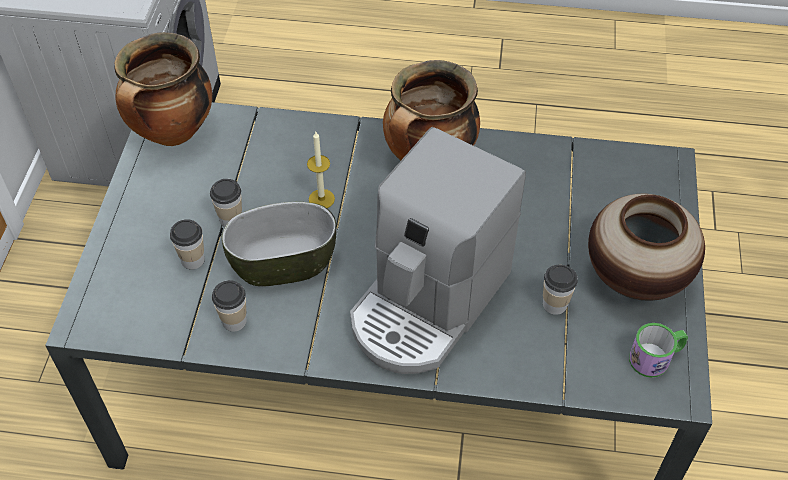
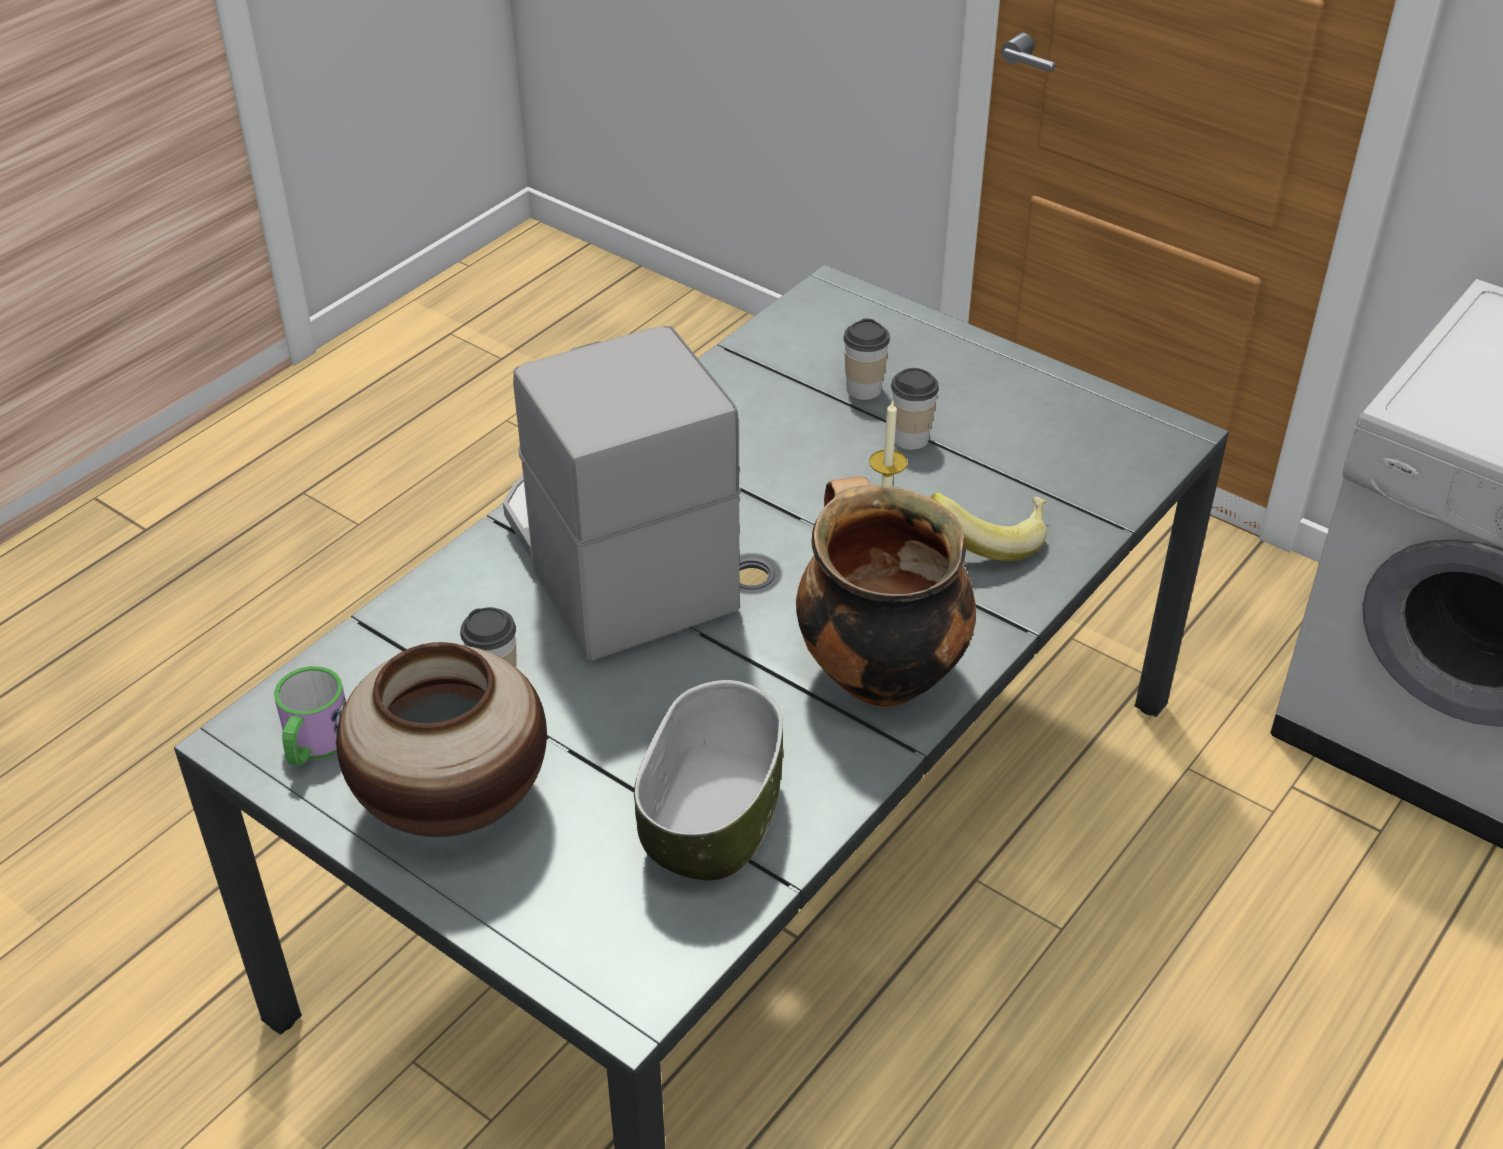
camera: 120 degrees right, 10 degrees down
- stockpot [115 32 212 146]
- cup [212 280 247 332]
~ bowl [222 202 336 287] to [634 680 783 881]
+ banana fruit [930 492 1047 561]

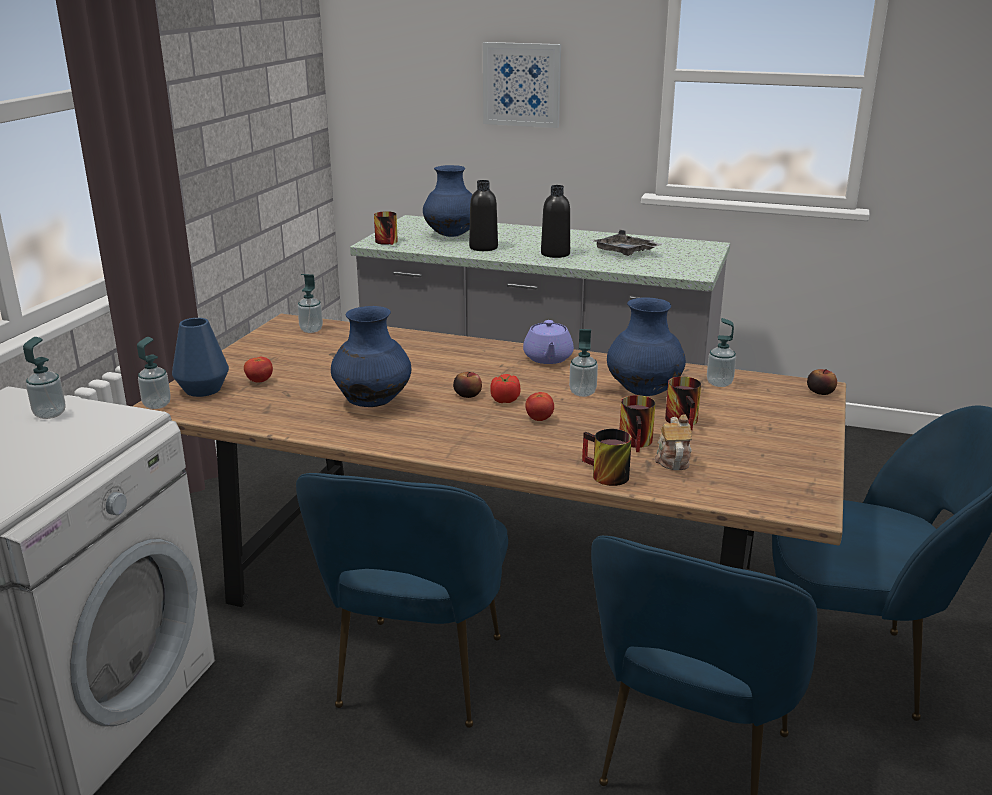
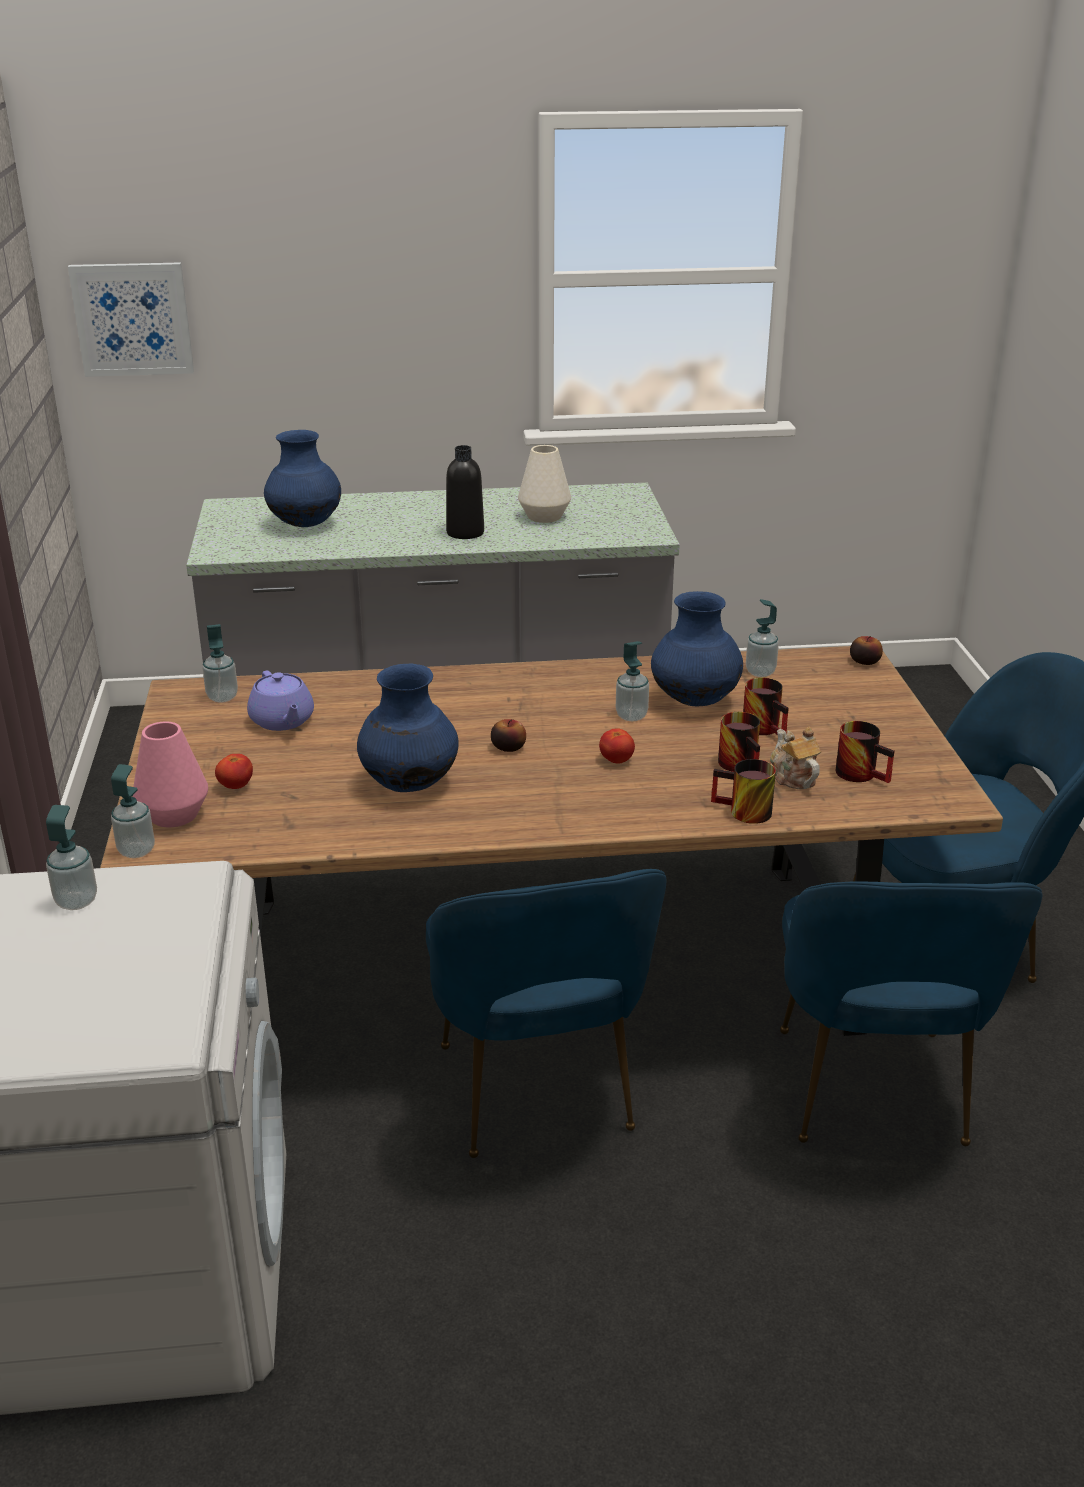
camera: 25 degrees left, 5 degrees up
~ blue-coloured decorative vase [172 318 229 397] to pinkish decorative vase [132 721 208 827]
~ mug [374 211 398 245] to [836 721 895 783]
- black-coloured bottle [469 180 498 251]
~ wall art [483 42 561 128] to [68 262 194 377]
- tomato [490 374 521 403]
~ purplish tea pot [523 320 574 364] to [247 671 314 731]
~ greyish serving tray [594 230 662 256] to white decorative vase [518 445 571 523]

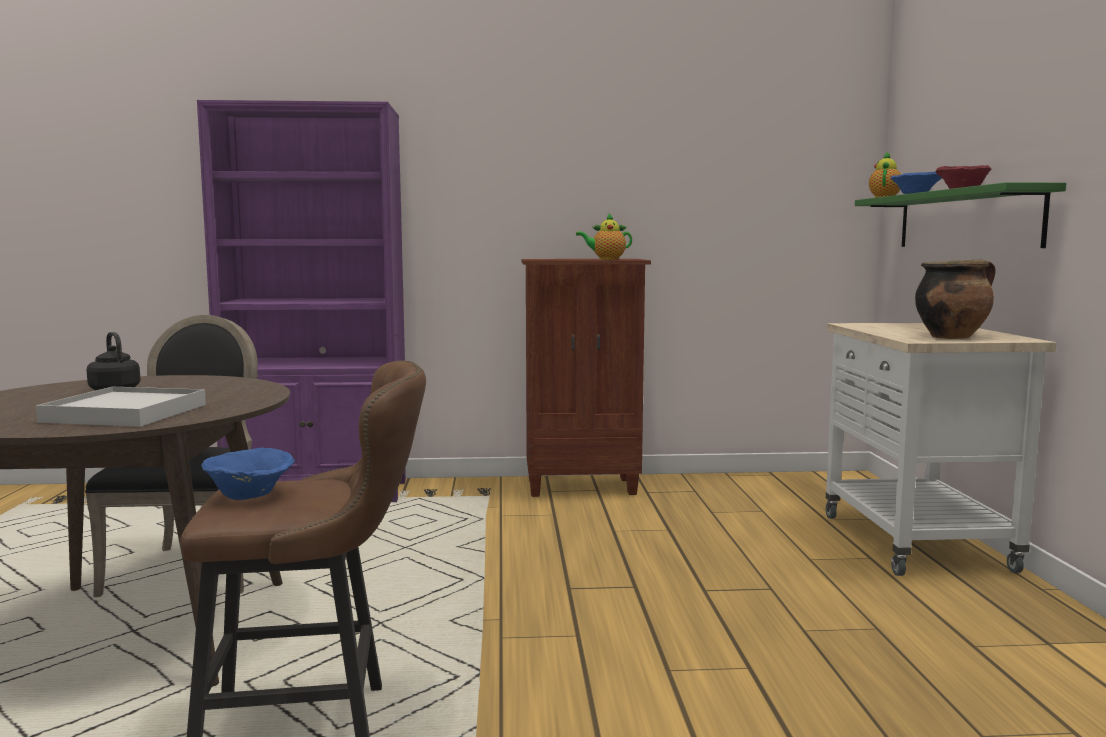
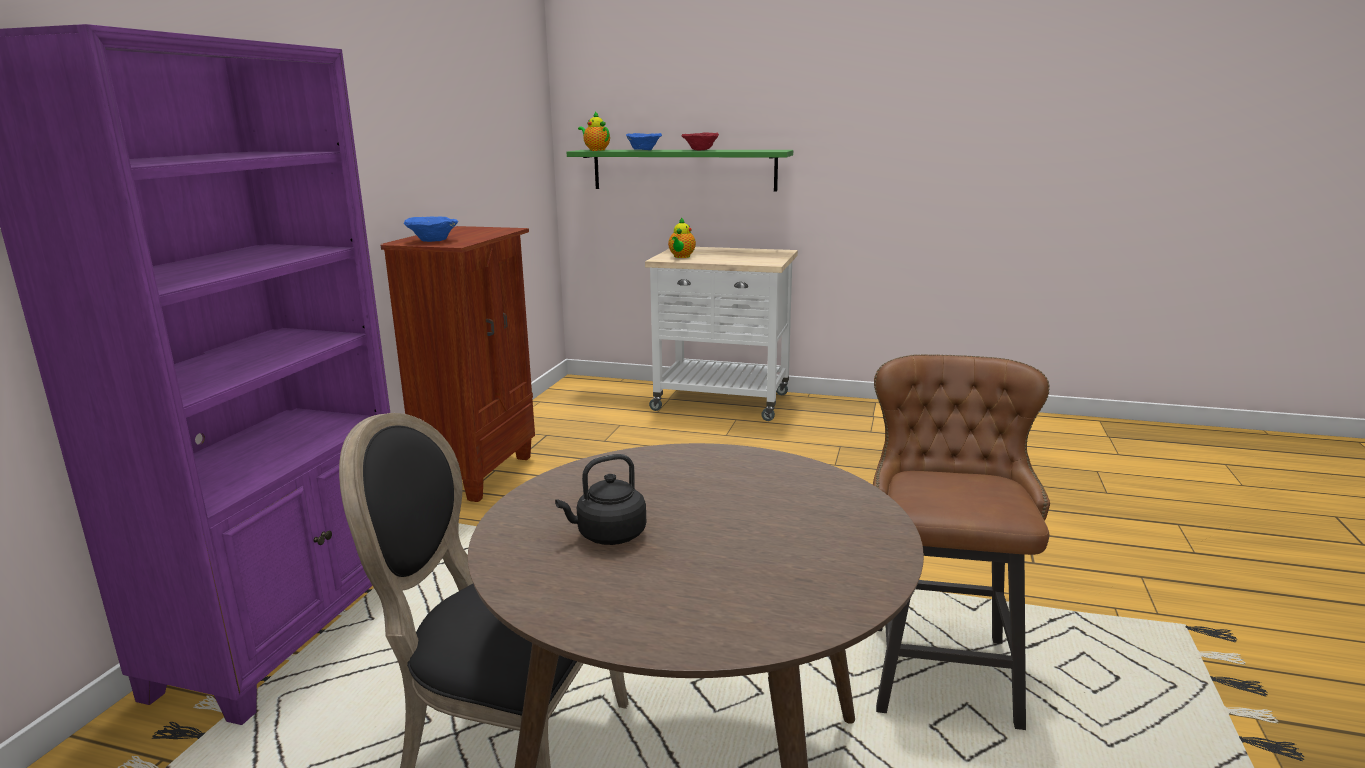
camera: 70 degrees left, 10 degrees up
- white serving tray [36 387 206 427]
~ blue-coloured bowl [201 447 295 500] to [404 216 458 242]
~ tea pot [576 213 632 260] to [668 217 696 258]
- stockpot [915 259 996 339]

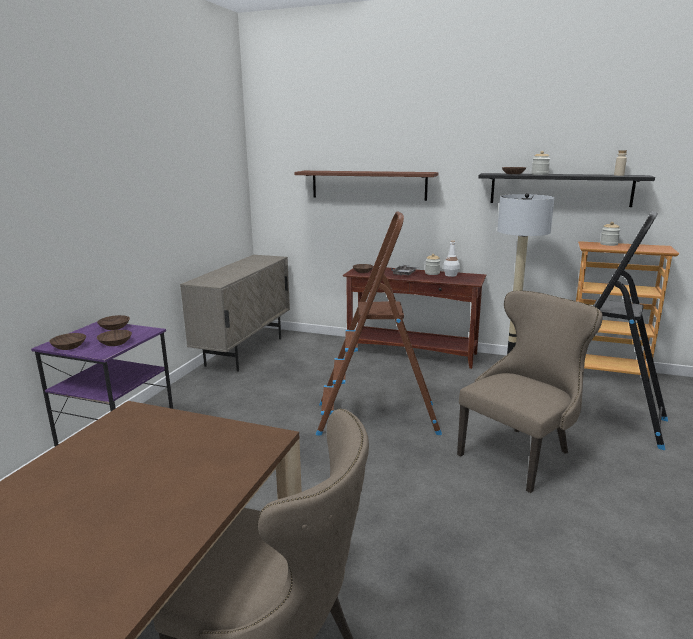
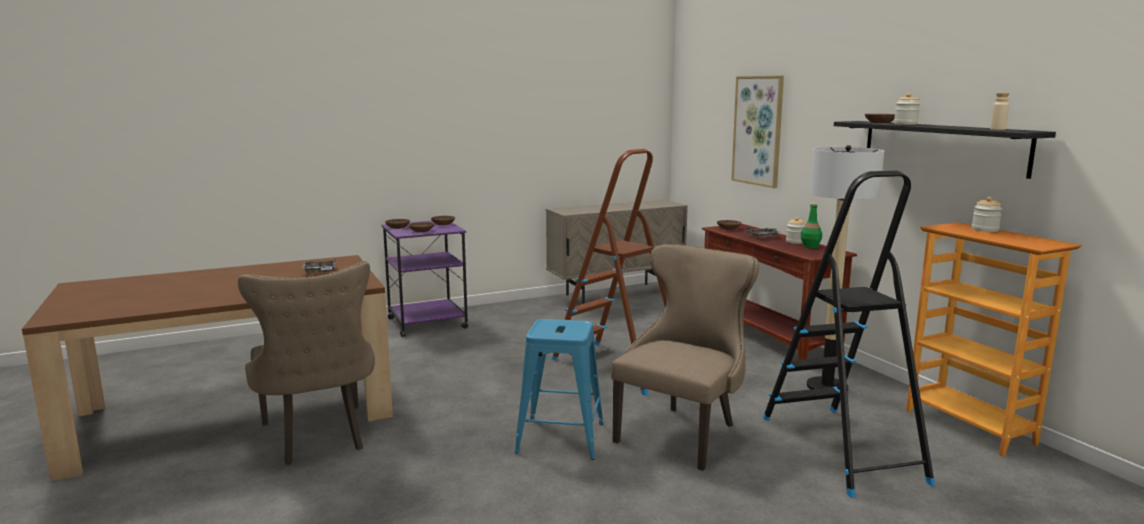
camera: 45 degrees right, 5 degrees down
~ brown-coloured bracket shelf [294 171 439 201] to wall art [731 76 784 188]
~ white bottle [443 240 460 277] to green bottle [801 203 822 248]
~ sand-coloured chair [457 290 603 493] = [611 244 759 471] 60 degrees counterclockwise
+ greyish serving tray [302 260 336 274]
+ blue-coloured stool seat [515 319 604 460]

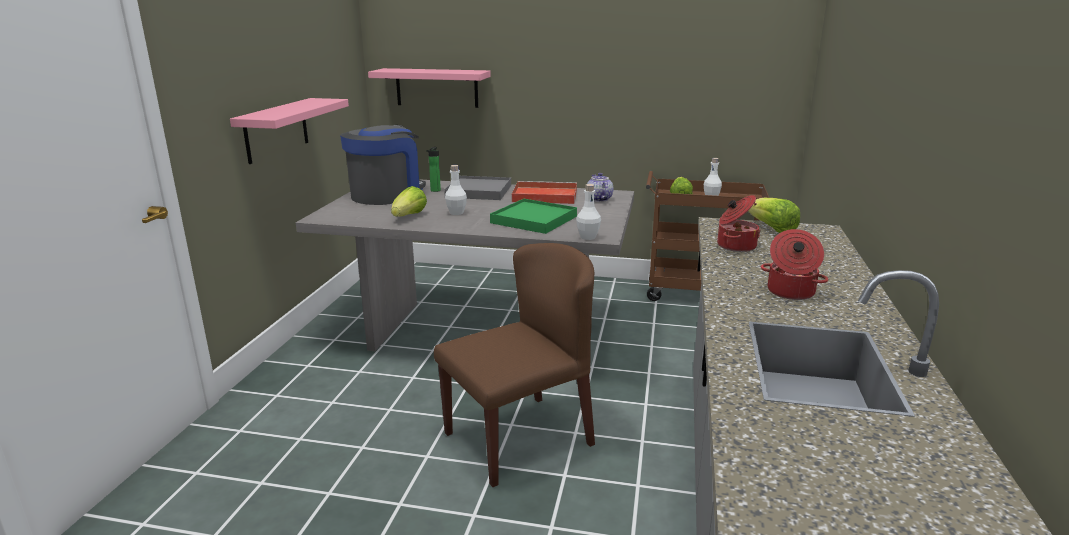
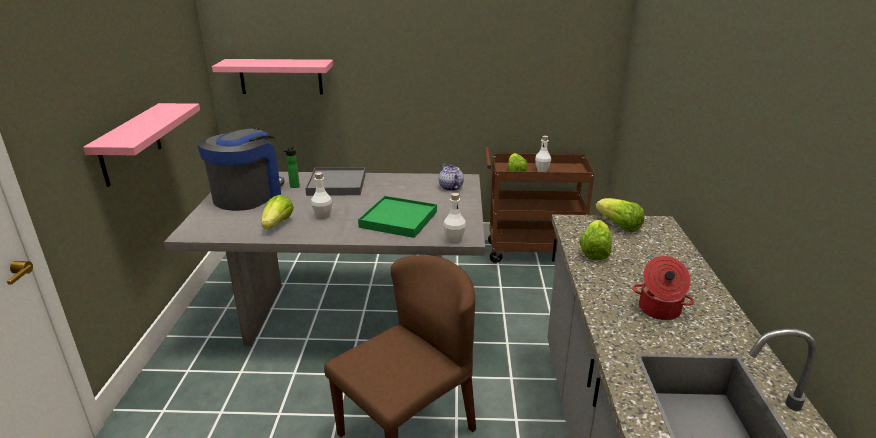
camera: 10 degrees left, 5 degrees up
- reddish serving tray [512 181 577 204]
~ stockpot [717 195 761 252] to head of lettuce [579 220 612 260]

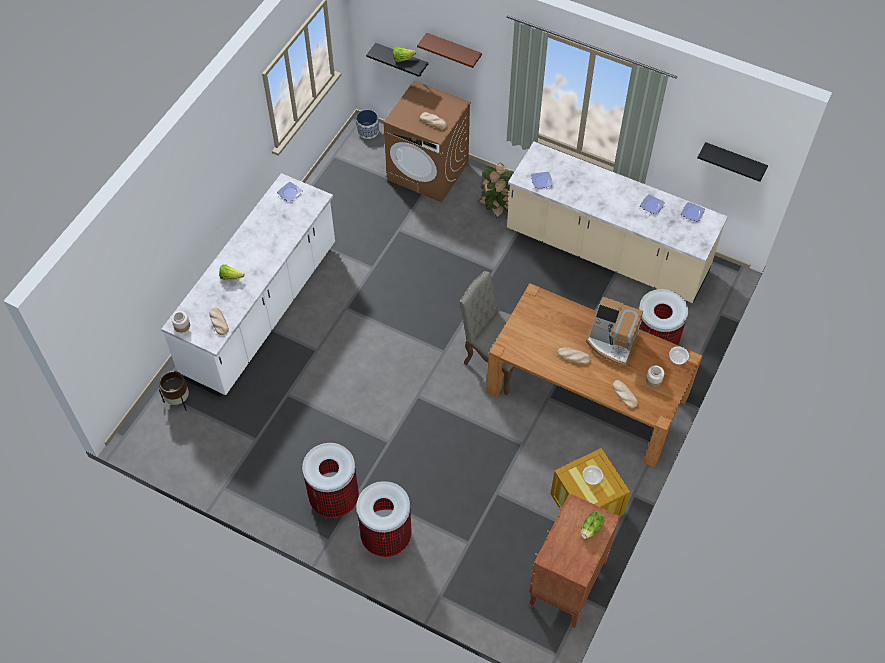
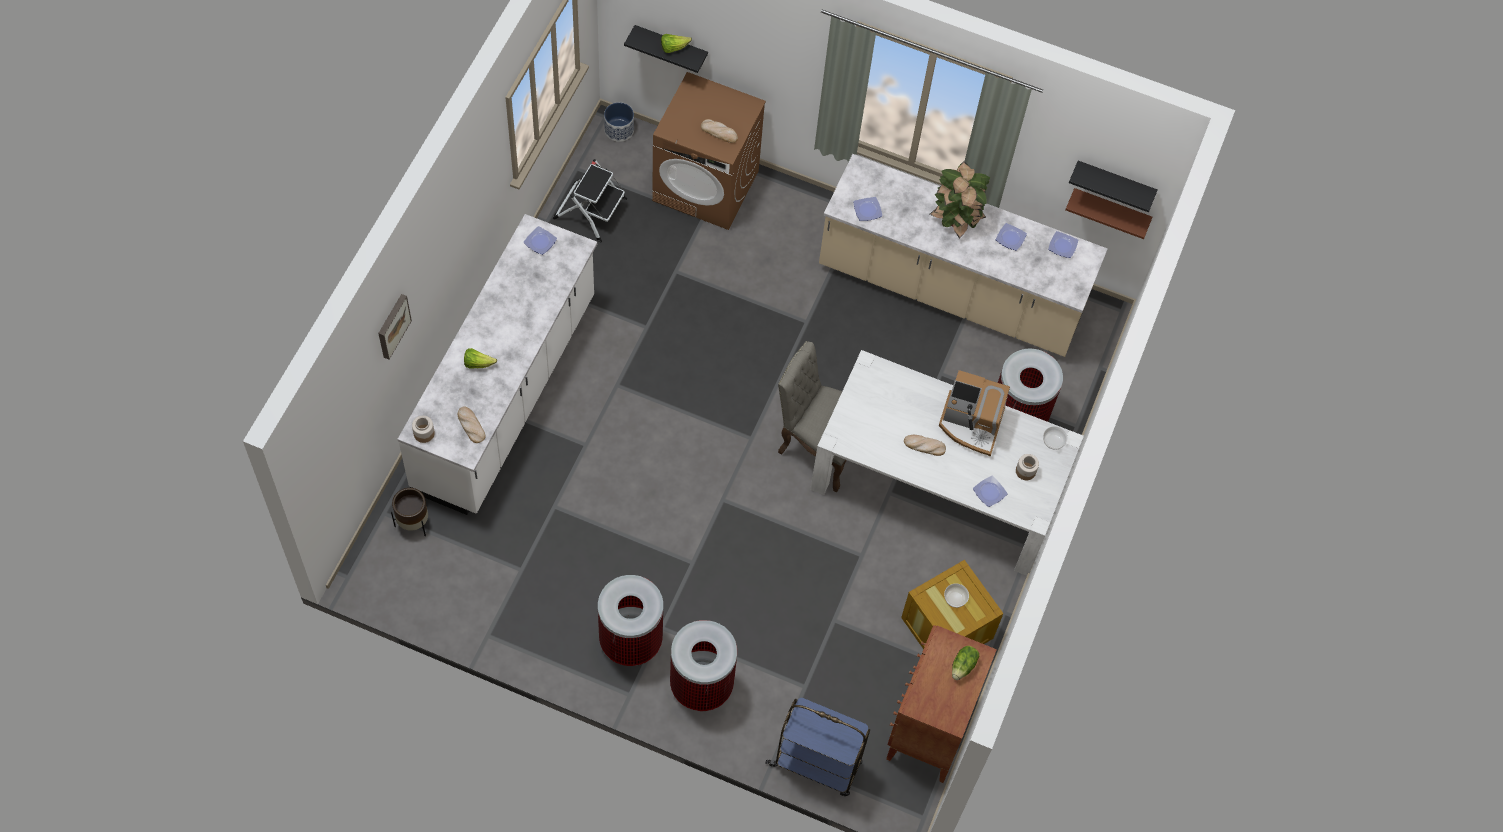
camera: 10 degrees left, 5 degrees up
~ brown-coloured bracket shelf [417 33 482 68] to [1066 188 1152 239]
~ potted plant [478 162 514 218] to [930 161 990 239]
~ brown-coloured dining table [486 283 702 468] to white dining table [810 350 1084 576]
~ bakery bread [613 380 638 408] to dinner plate [973 476 1008 507]
+ wall art [378 294 412 360]
+ step ladder [552 159 627 242]
+ blue-coloured wheeled cart [765 698 870 796]

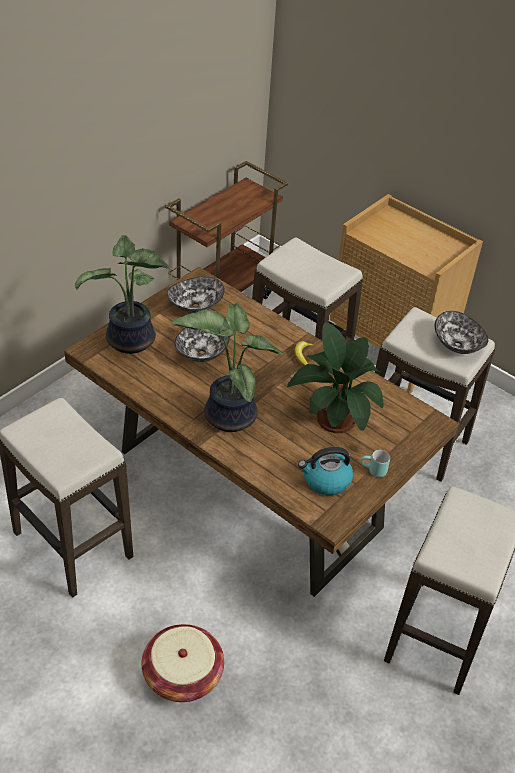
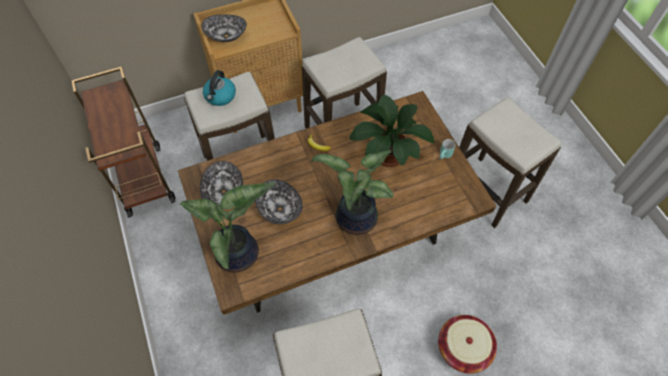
camera: 60 degrees left, 15 degrees up
~ tea kettle [298 447 353 495] to [203 70 236 106]
~ bowl [435 311 488 354] to [201 14 247 42]

